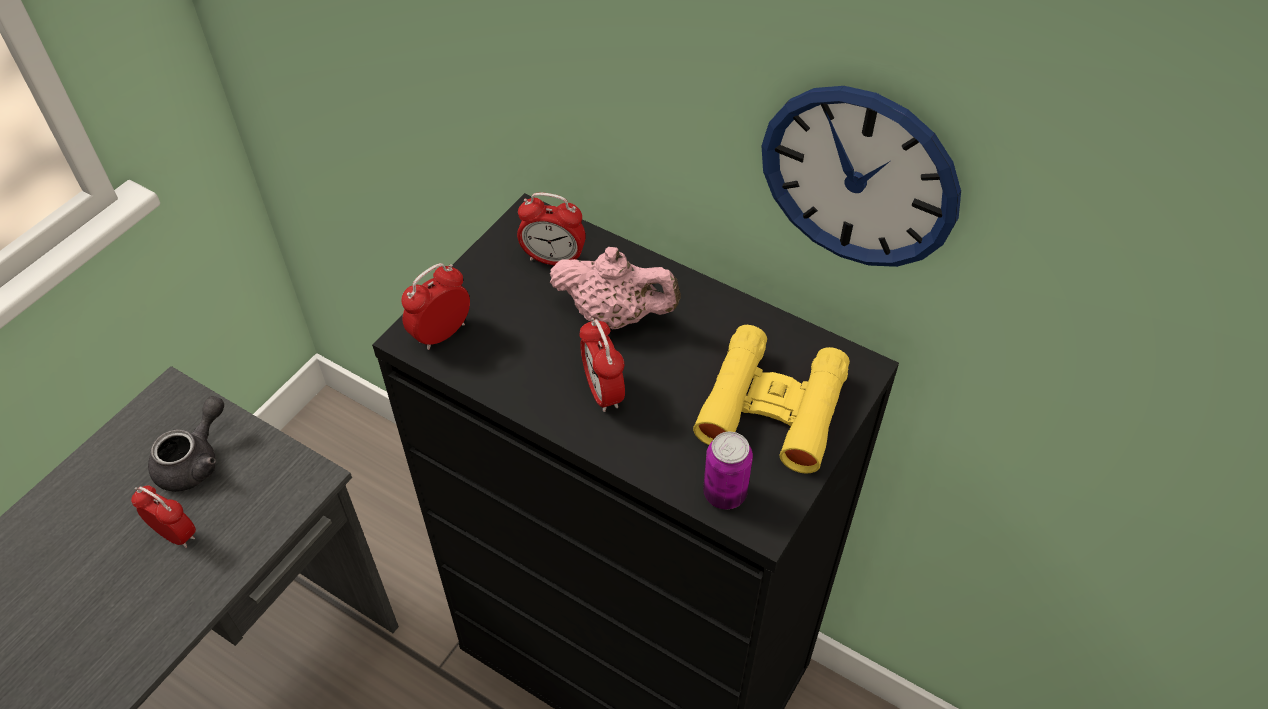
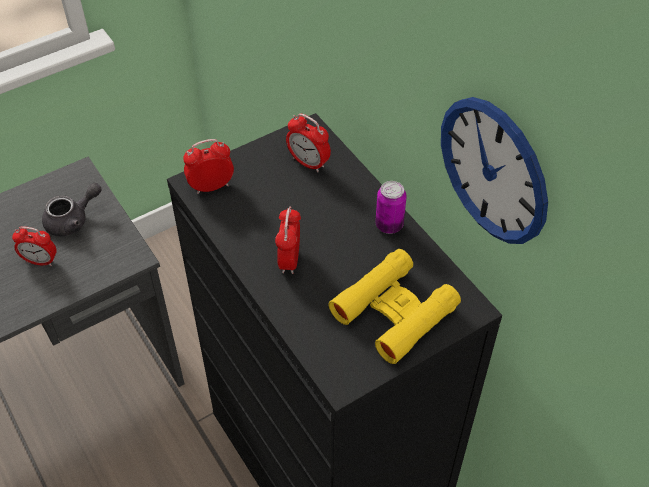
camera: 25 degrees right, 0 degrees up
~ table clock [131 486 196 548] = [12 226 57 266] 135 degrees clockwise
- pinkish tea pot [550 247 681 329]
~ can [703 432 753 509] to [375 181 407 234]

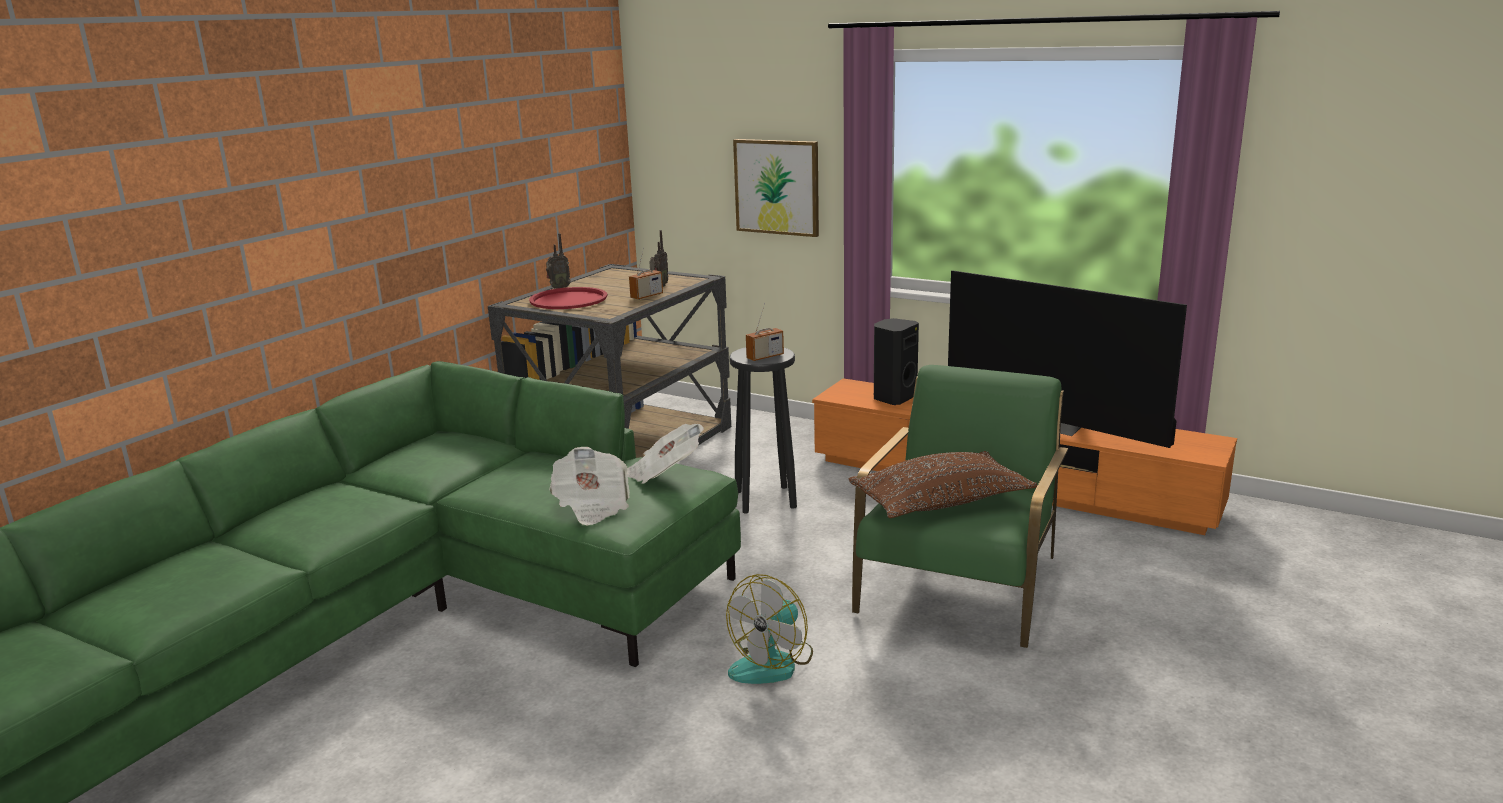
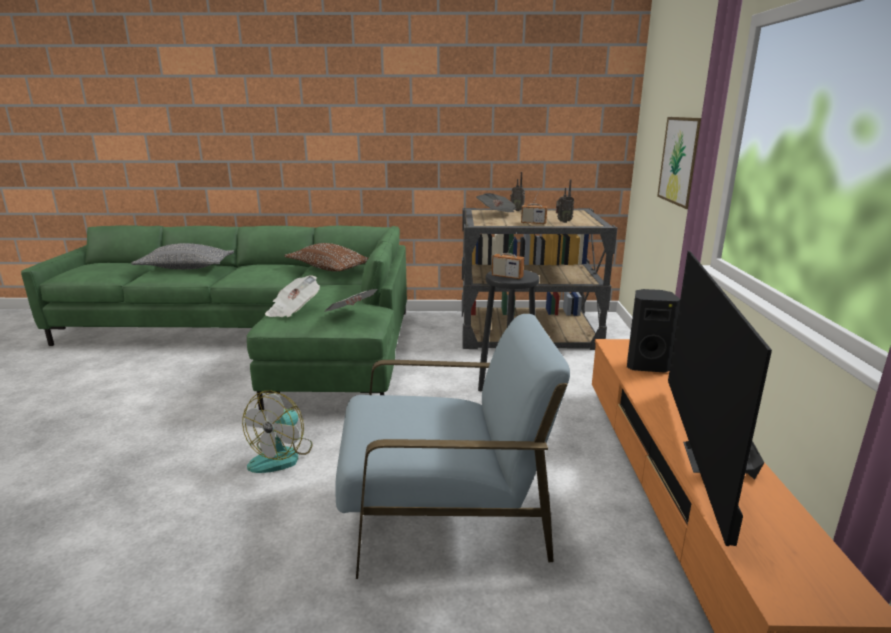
camera: 60 degrees right, 0 degrees up
~ reddish serving tray [529 287 607 309] to daily paper [476 193 516 212]
~ electric fan [726 574 813 684] = [242 391 313 473] 75 degrees counterclockwise
~ brown-coloured throw pillow [848 451 1037 518] to [284 243 368 271]
~ green armchair [852 365 1068 648] to blue-coloured armchair [335 314 570 579]
+ greyish throw pillow [131 243 234 269]

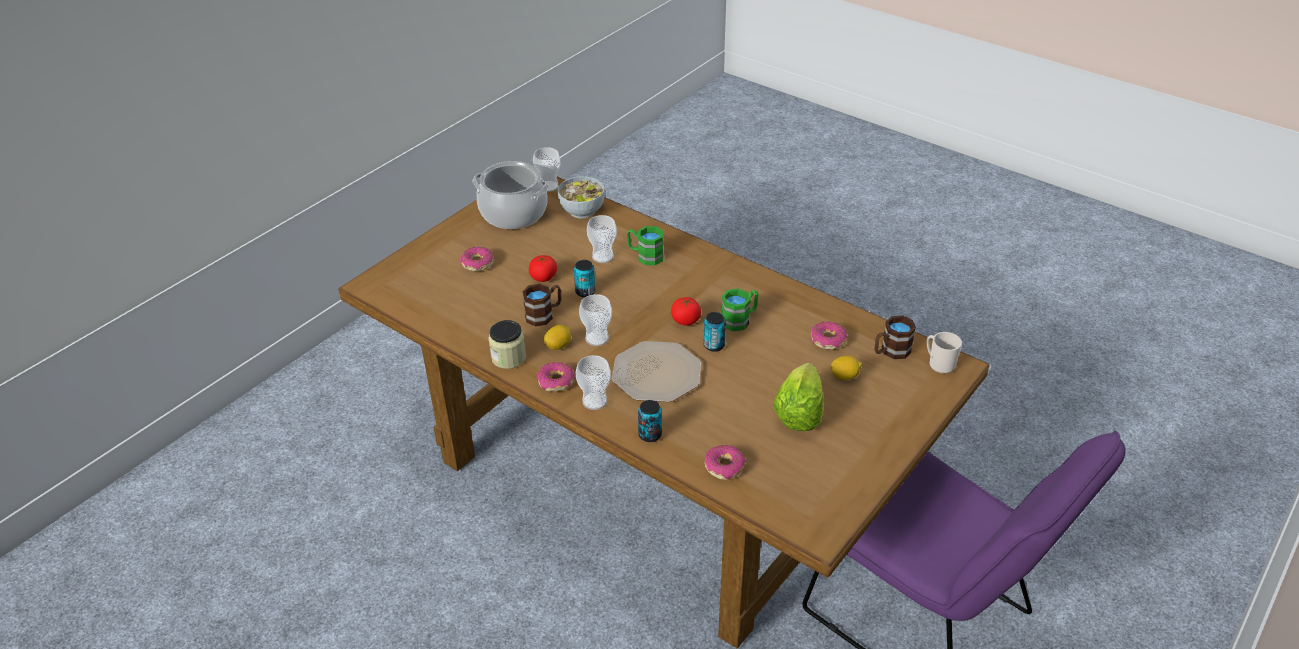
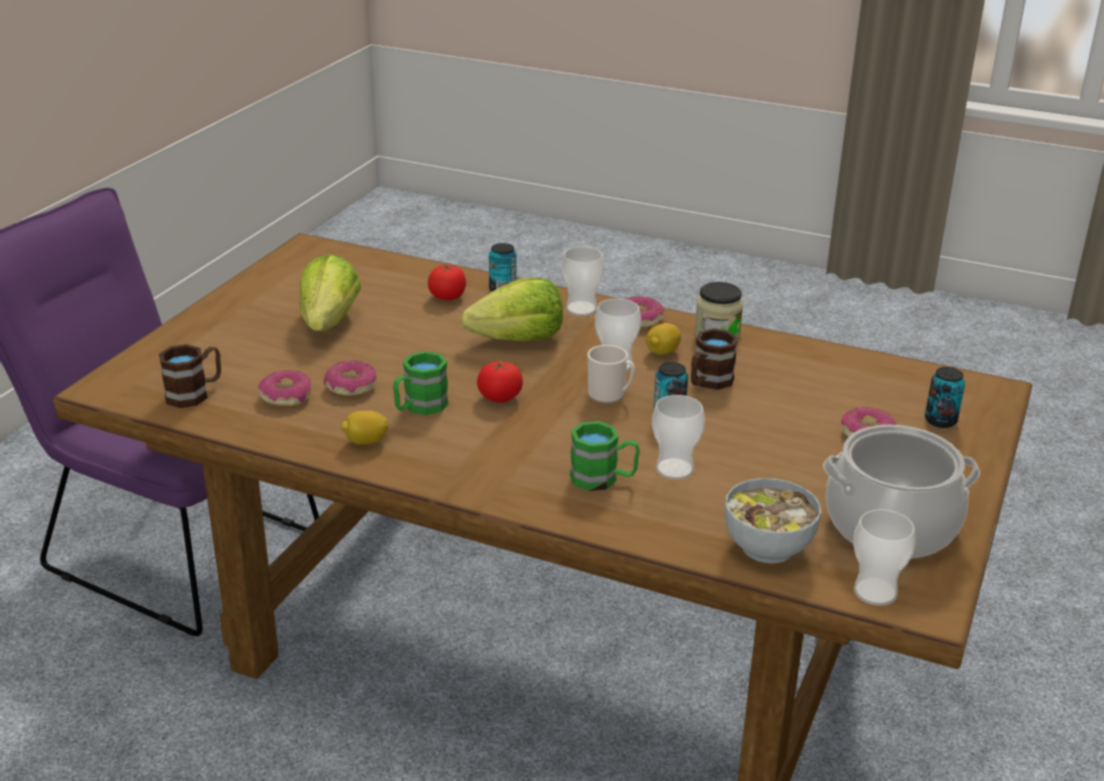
camera: 165 degrees right, 10 degrees down
~ tomato [529 255 557 282] to [428 264 466 300]
~ dinner plate [612 341 701 402] to head of lettuce [461 277 563 341]
~ can [704 312 726 352] to [925 367 965 428]
~ donut [705 445 746 480] to [324 360 377 396]
~ citrus fruit [830 356 862 380] to [341 411 389 445]
~ mug [927 332 962 374] to [588 345 635 404]

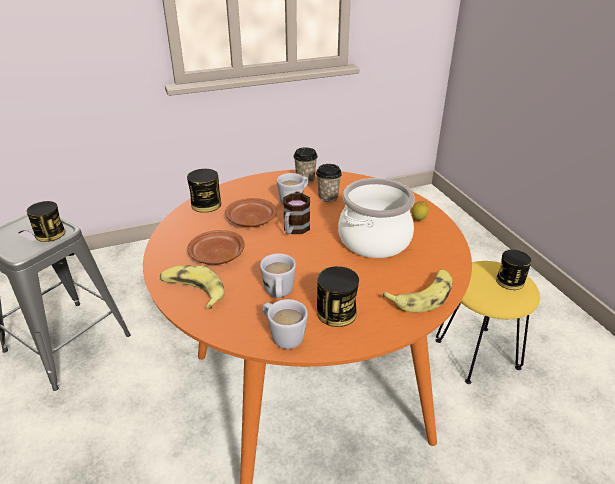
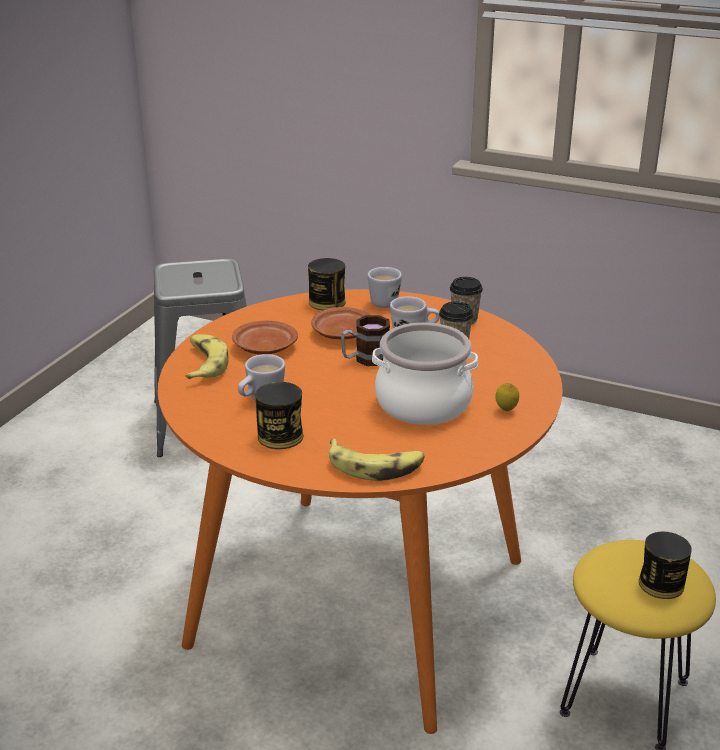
camera: 45 degrees right, 5 degrees down
- can [27 201 65 242]
~ white mug [262 299 308 349] to [368 267 402 308]

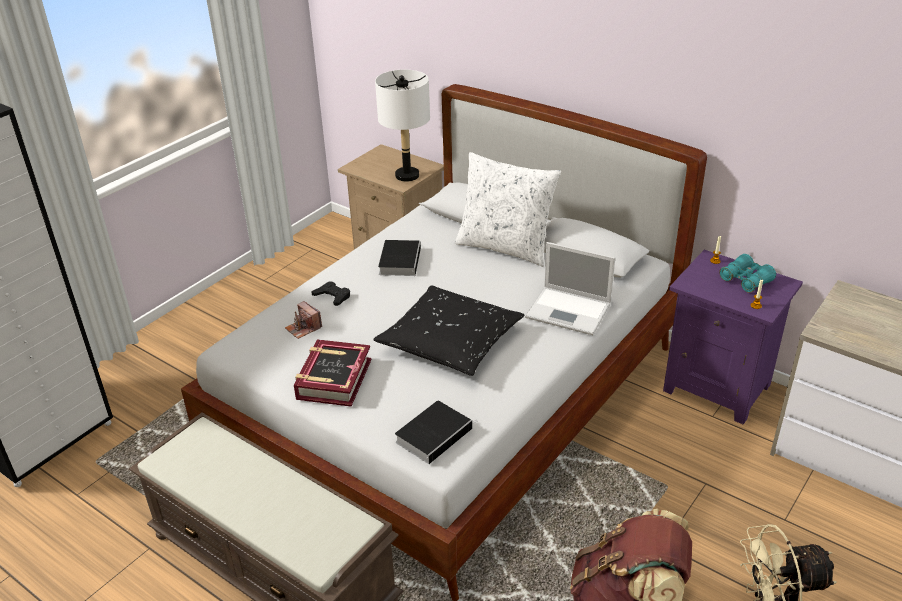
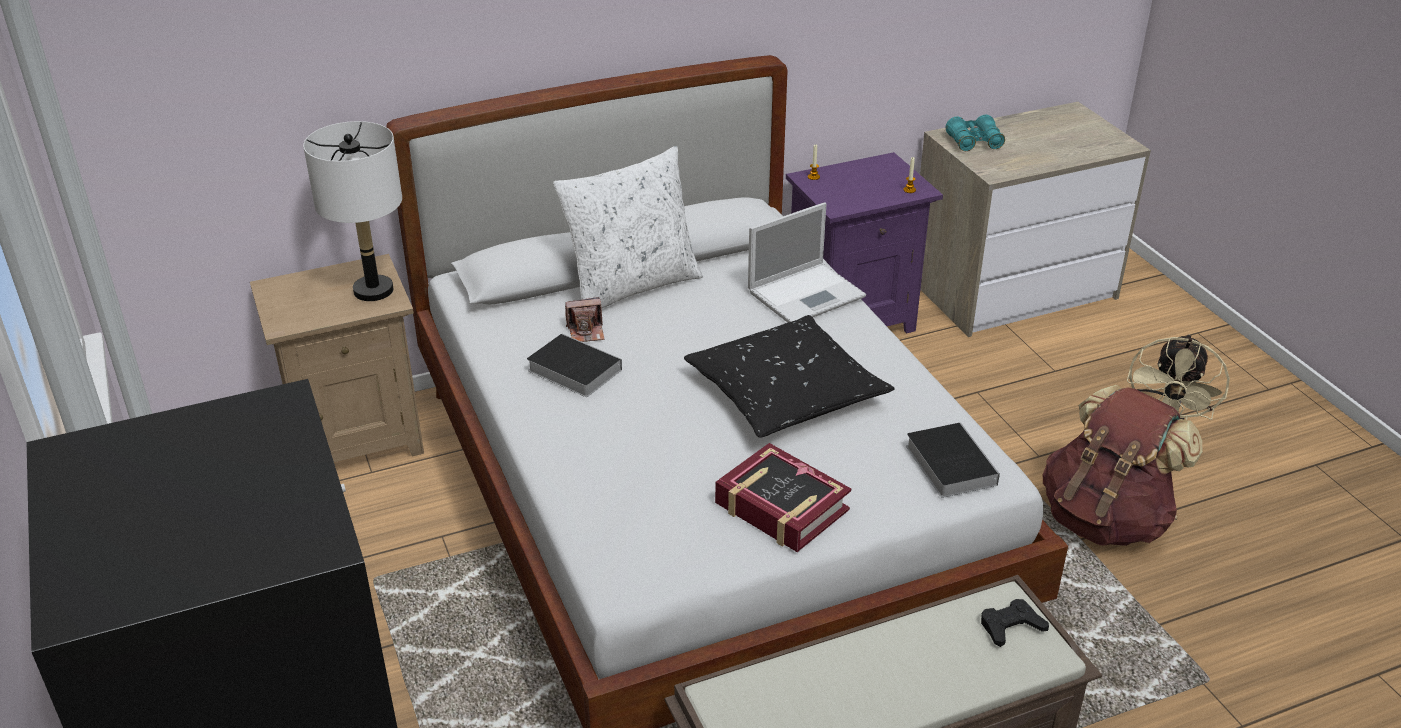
camera: 60 degrees left, 0 degrees up
~ still camera [285 301 322 339] to [565 297 604 342]
~ black-coloured game controller [312 281 350 306] to [981 599 1049 647]
~ blue-green pair of binoculars [719 254 776 293] to [946 115 1005 151]

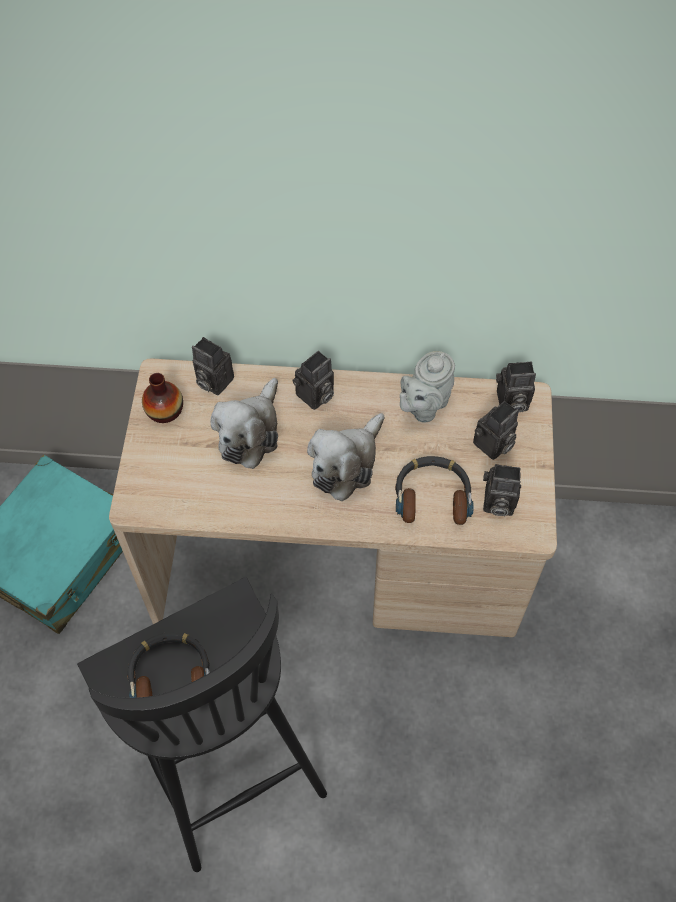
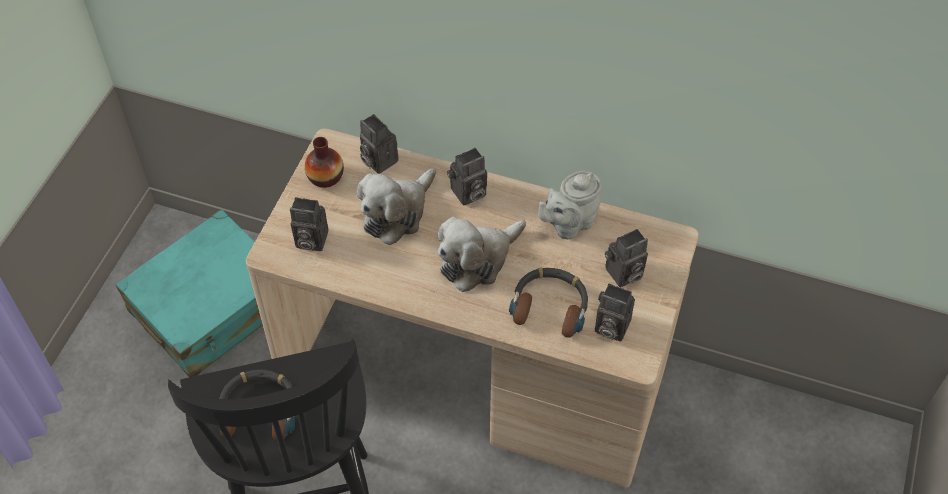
camera: 15 degrees right, 5 degrees down
~ still camera [496 361 536 413] to [290 197 328 251]

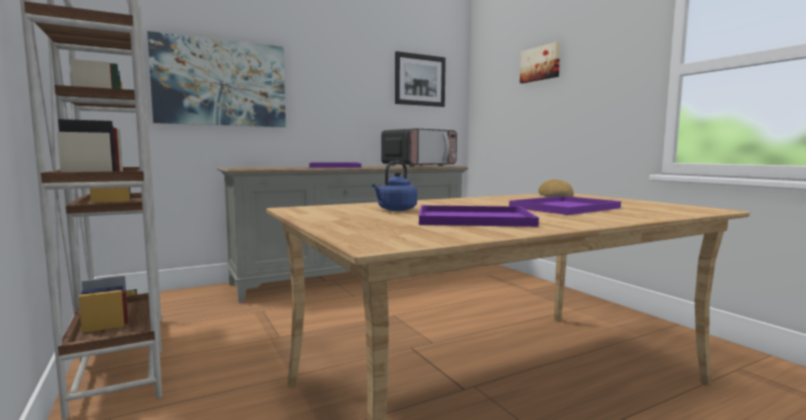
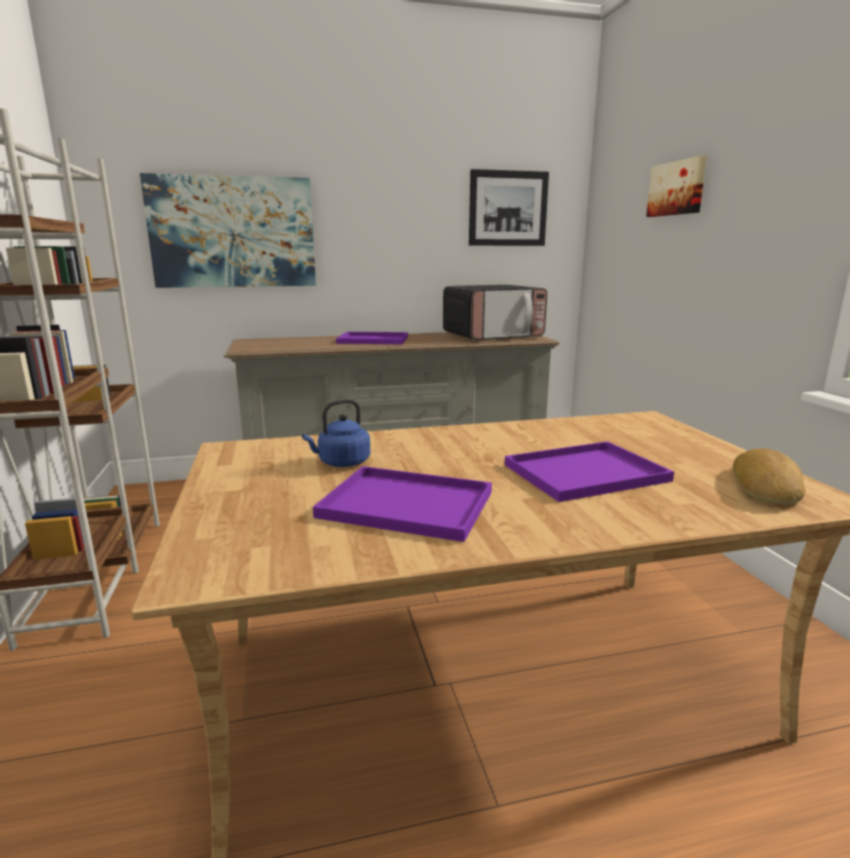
camera: 15 degrees right, 10 degrees up
~ bakery bread [538 180 574 197] to [733 448 806 505]

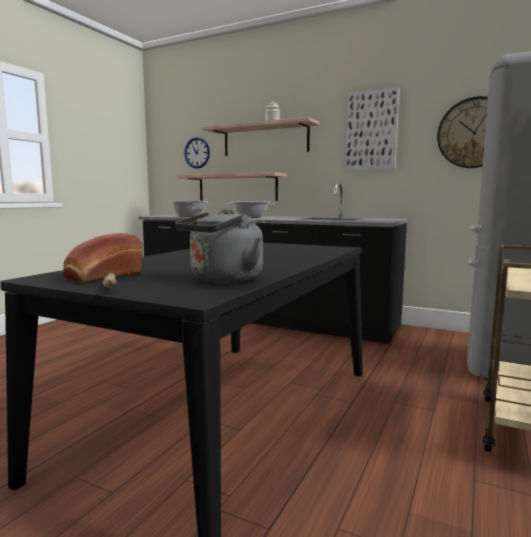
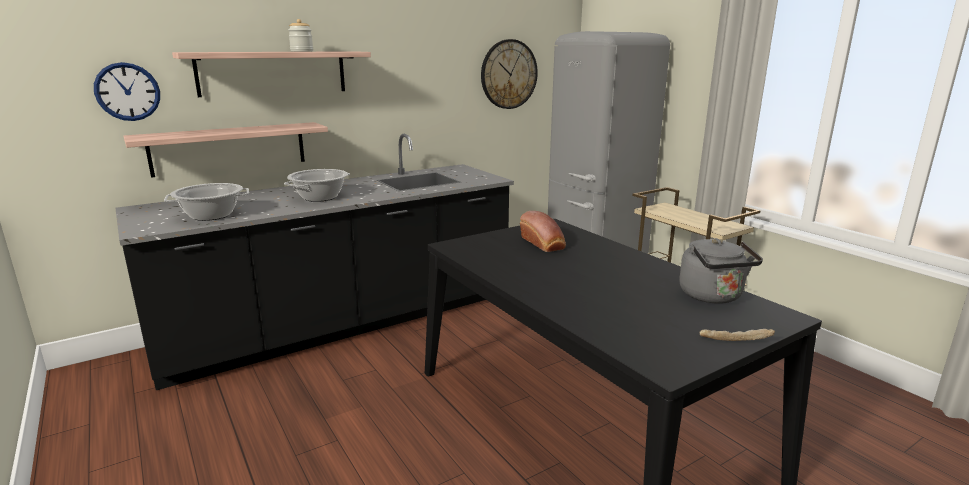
camera: 60 degrees left, 10 degrees up
~ bakery bread [63 233 143 282] to [520 211 566 252]
- wall art [345 87 399 170]

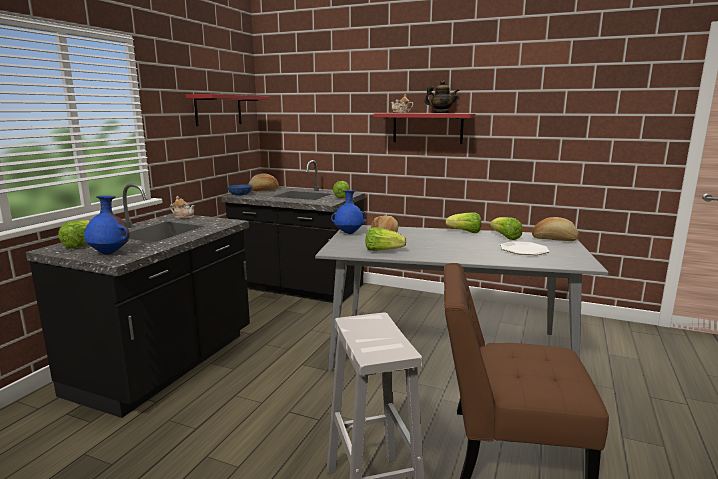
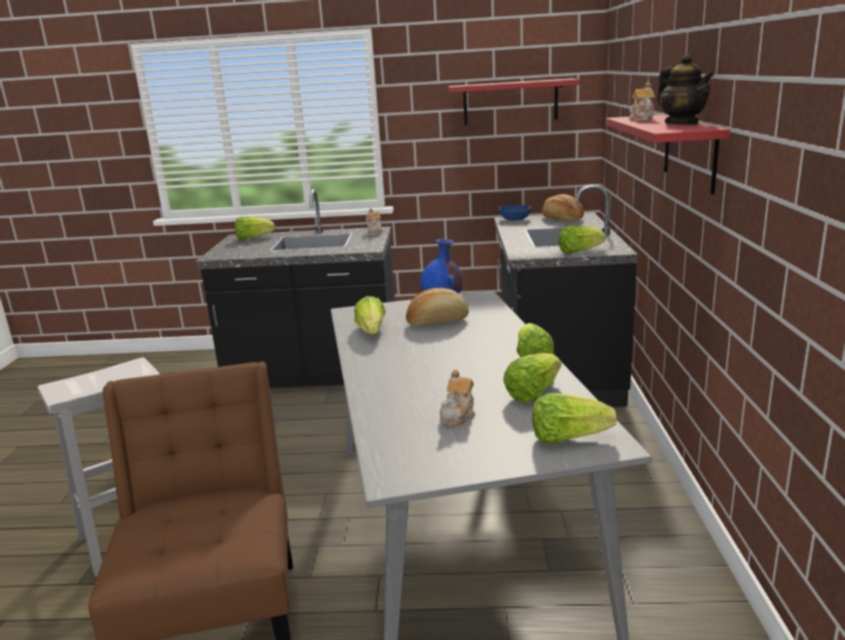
camera: 70 degrees right, 5 degrees up
- blue-coloured decorative vase [84 196 130 255]
~ dinner plate [500 241 550 255] to tea pot [440 370 475 426]
~ bakery bread [532 217 579 241] to head of lettuce [532 393 617 444]

